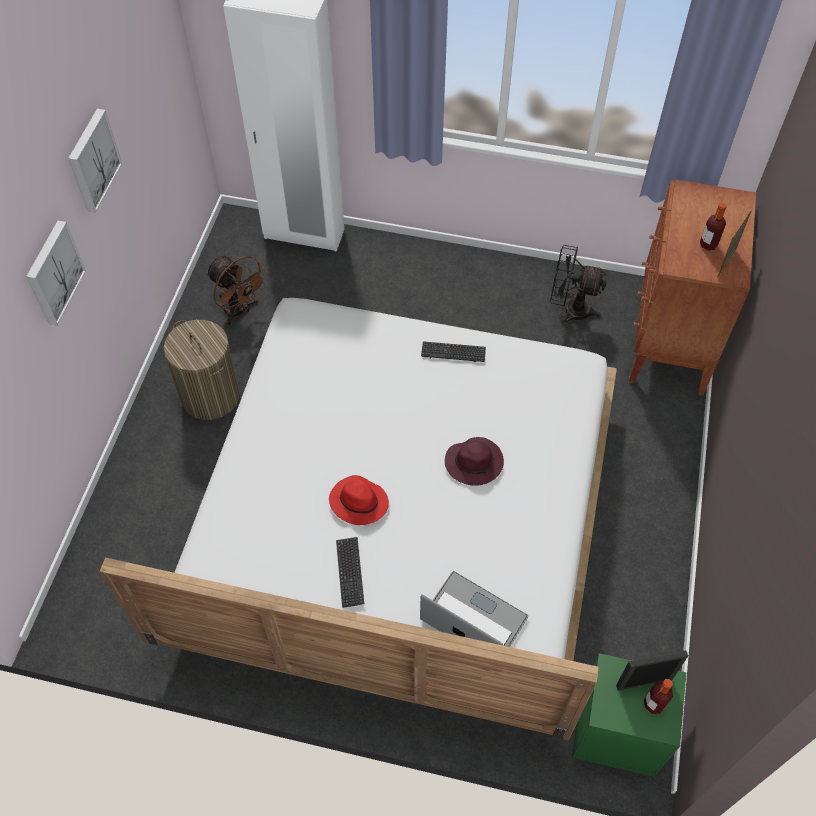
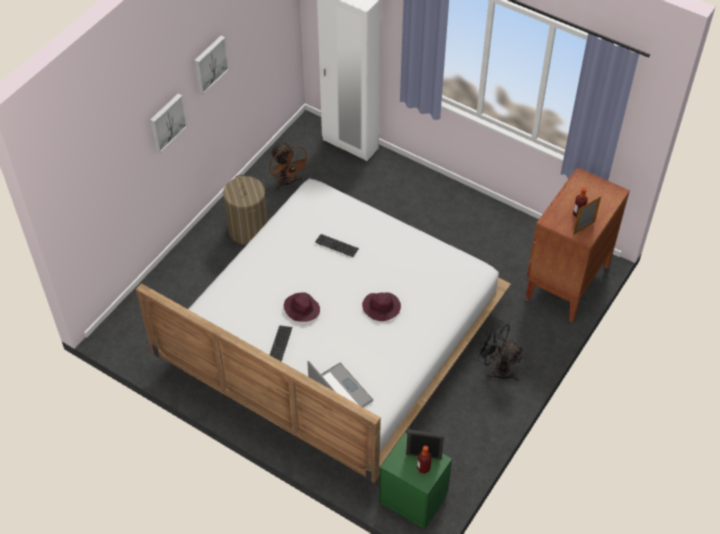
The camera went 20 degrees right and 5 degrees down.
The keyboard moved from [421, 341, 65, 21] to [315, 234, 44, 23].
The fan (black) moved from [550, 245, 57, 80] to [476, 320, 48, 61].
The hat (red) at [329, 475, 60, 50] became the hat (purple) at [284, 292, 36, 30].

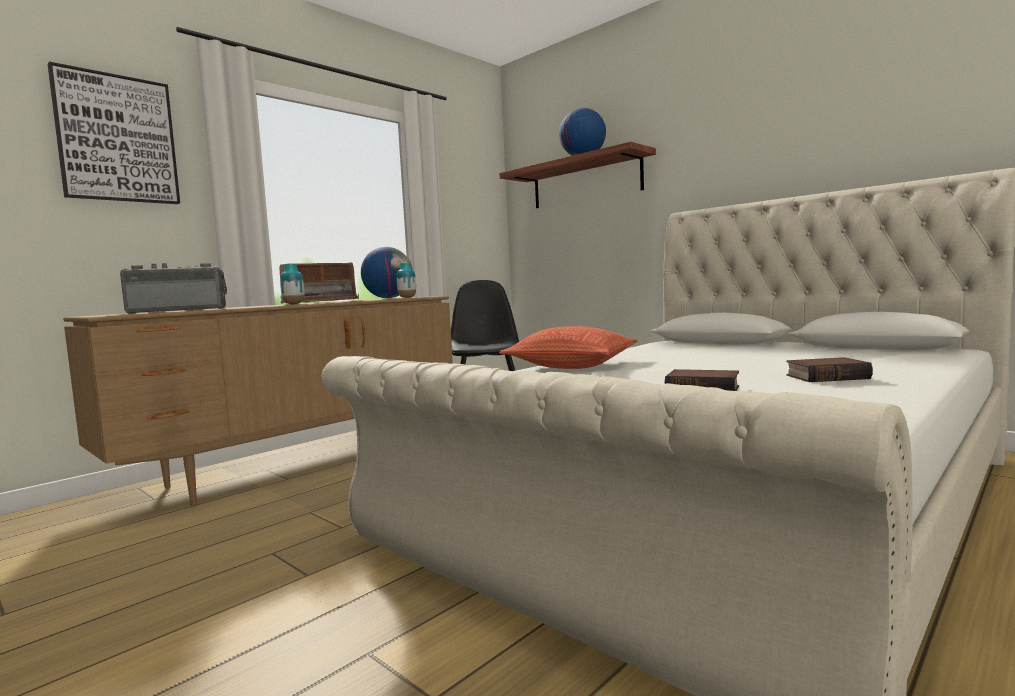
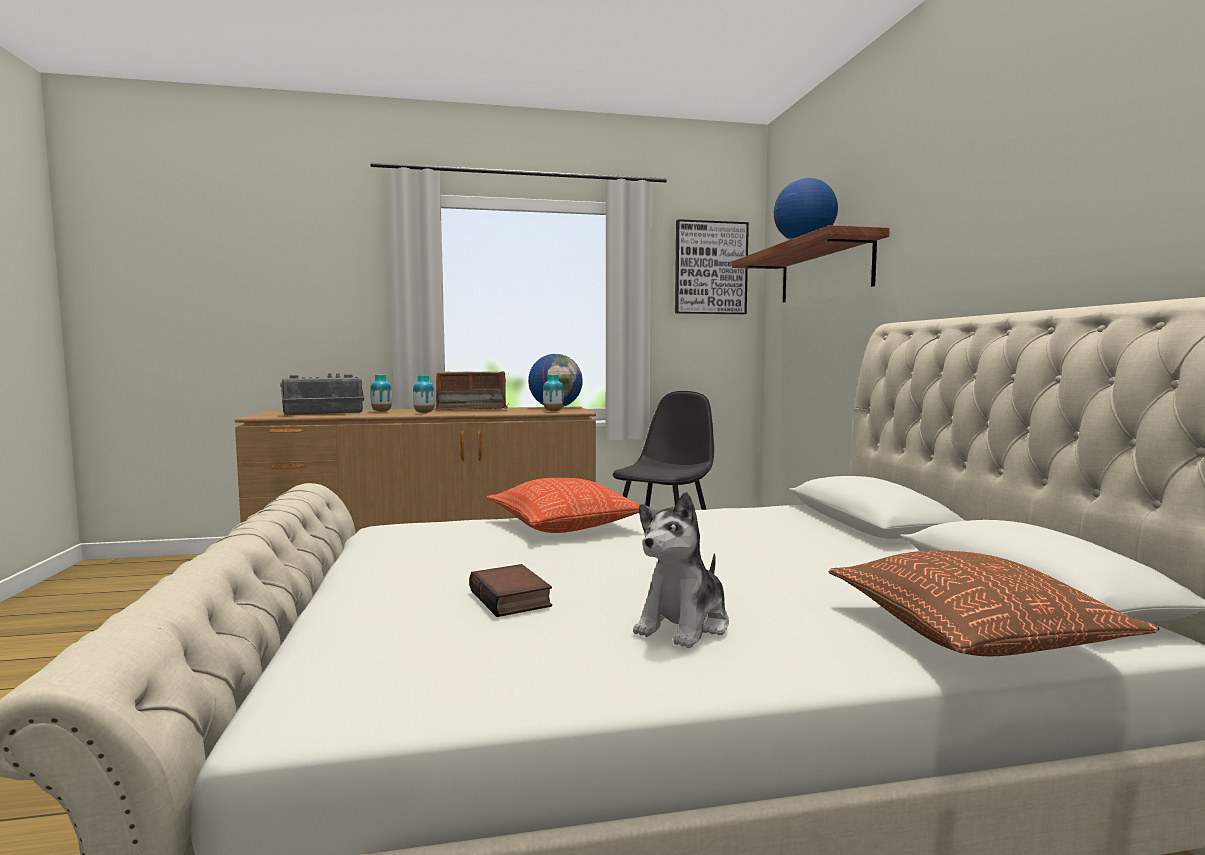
The camera went 35 degrees right and 0 degrees up.
The vase at [370, 374, 22, 38] appeared.
The pillow (brown) at [829, 550, 331, 106] appeared.
The picture moved from [48, 62, 132, 142] to [675, 219, 74, 95].
The book at [786, 357, 87, 25] was replaced by the plush toy at [633, 492, 96, 156].
The radio at [120, 263, 107, 51] turned 135 degrees clockwise.

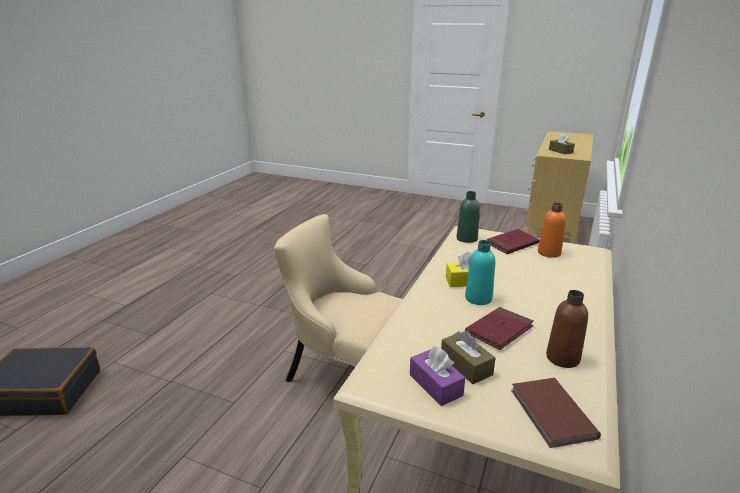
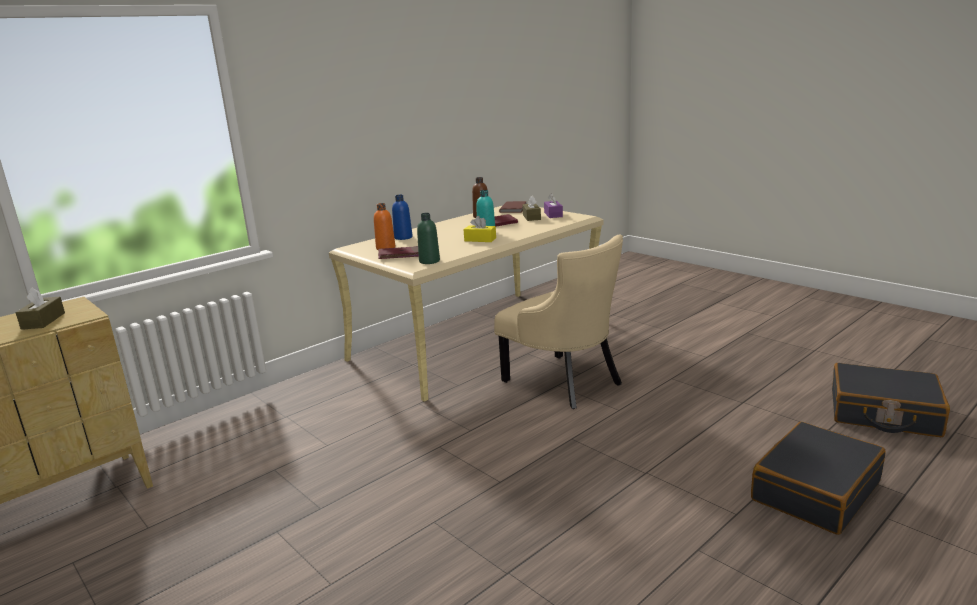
The camera went 155 degrees left and 5 degrees down.
The bottle (blue) at [392, 195, 21, 45] appeared.
The suitcase (black) at [751, 422, 134, 113] appeared.

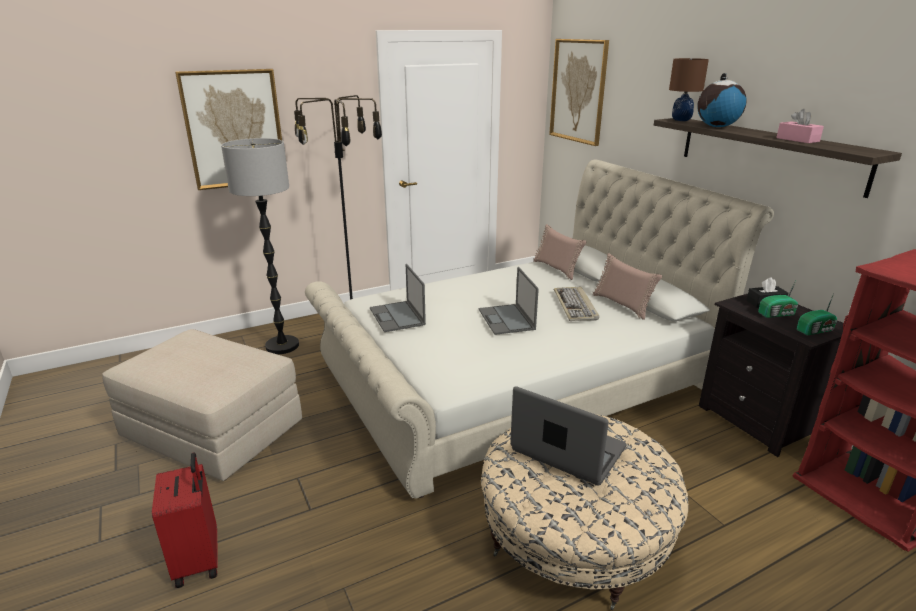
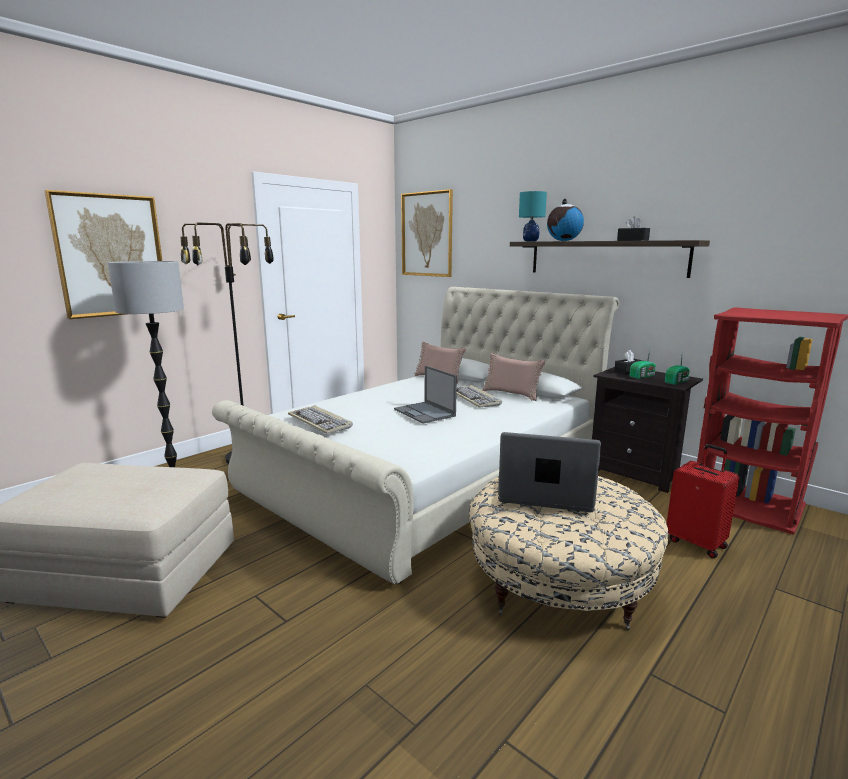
The camera went 20 degrees left and 10 degrees down.
The suitcase (red) moved from [152, 452, 66, 136] to [667, 444, 72, 114].
The laptop at [370, 264, 56, 68] was replaced by the keyboard at [288, 405, 65, 29].
The table lamp (brown) at [669, 58, 40, 63] became the table lamp (turquoise) at [519, 191, 28, 50].
The tissue box (pink) at [776, 109, 48, 34] became the tissue box (black) at [617, 216, 33, 25].

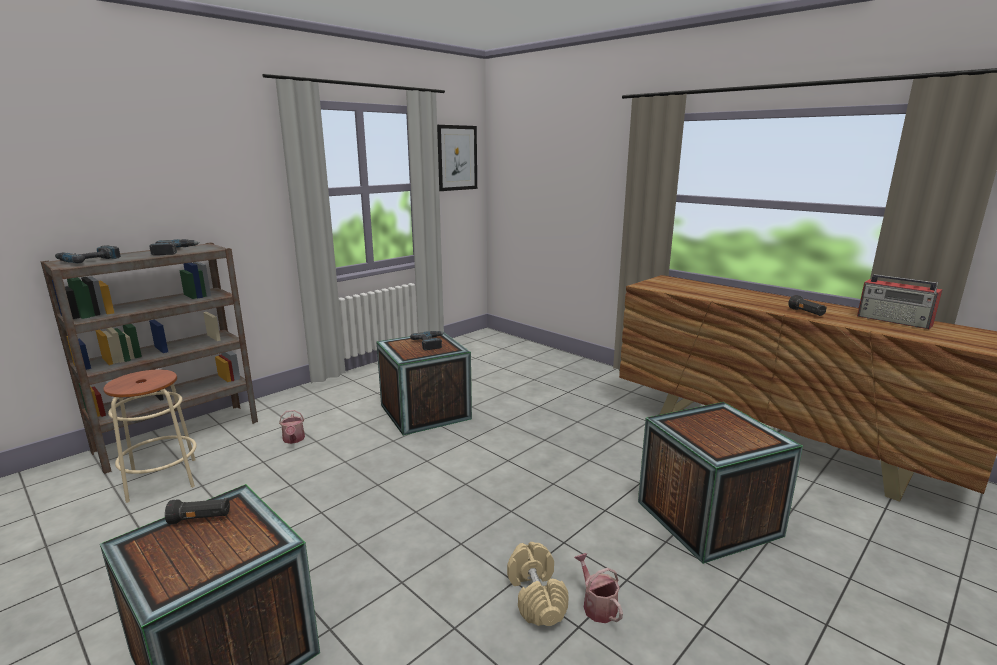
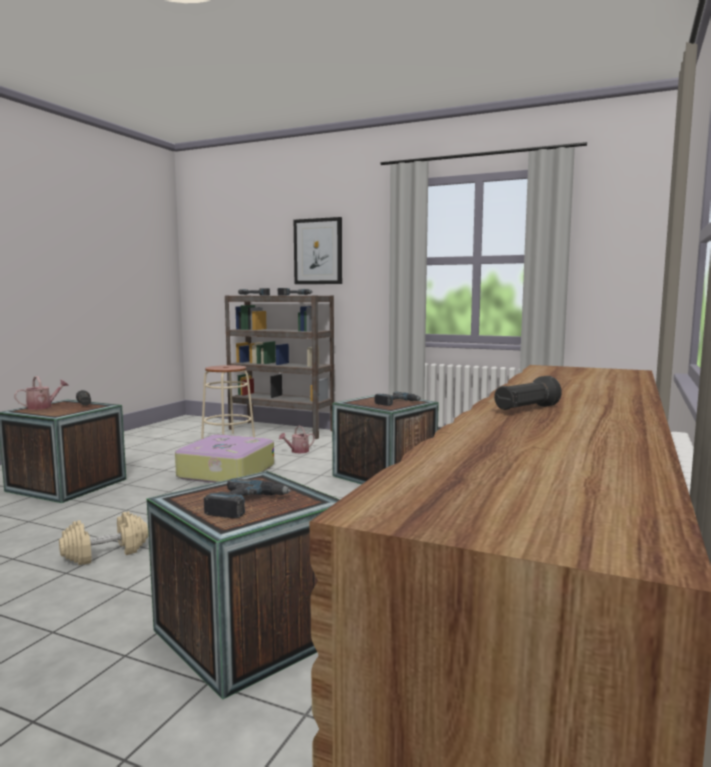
The camera went 70 degrees right and 10 degrees down.
The radio at [857, 274, 86, 56] disappeared.
The suitcase at [175, 434, 99, 49] appeared.
The power drill at [204, 478, 87, 41] appeared.
The picture moved from [437, 125, 40, 66] to [294, 217, 48, 67].
The watering can moved from [574, 553, 49, 70] to [14, 376, 55, 34].

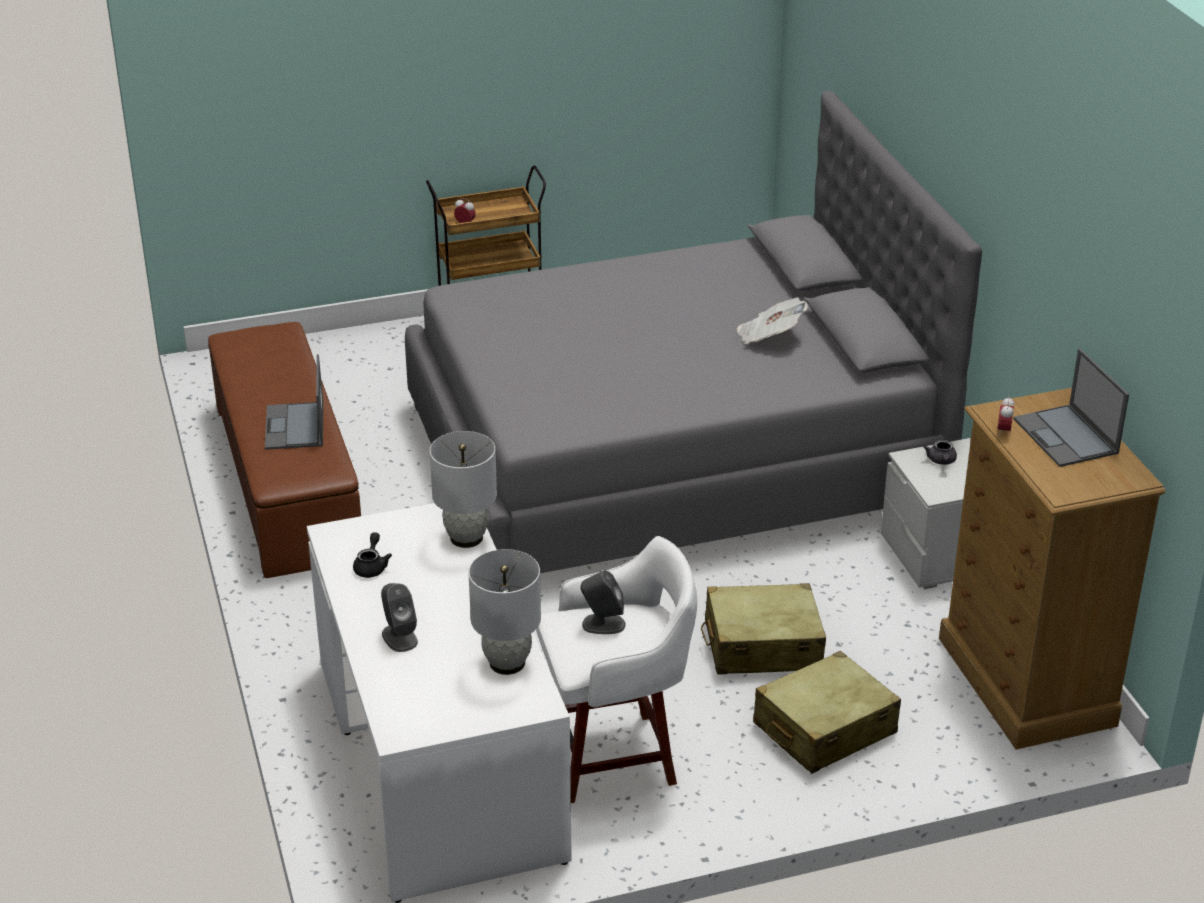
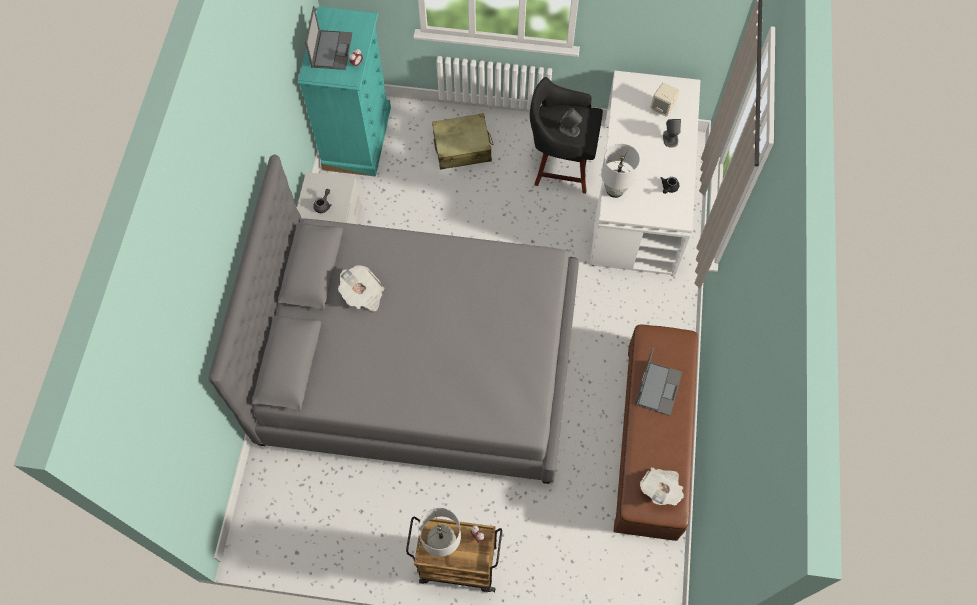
The camera went 155 degrees left and 30 degrees up.
The suitcase (beige) at [701, 583, 125, 92] disappeared.
The newspaper at [640, 468, 44, 38] appeared.
The speaker (beige) at [650, 83, 30, 34] appeared.
The table lamp (white) moved from [468, 549, 73, 126] to [418, 508, 43, 49].
The stool (white) at [536, 536, 161, 267] became the stool (black) at [530, 77, 73, 117].
The dresser (brown) at [939, 388, 226, 362] became the dresser (turquoise) at [298, 6, 93, 171].

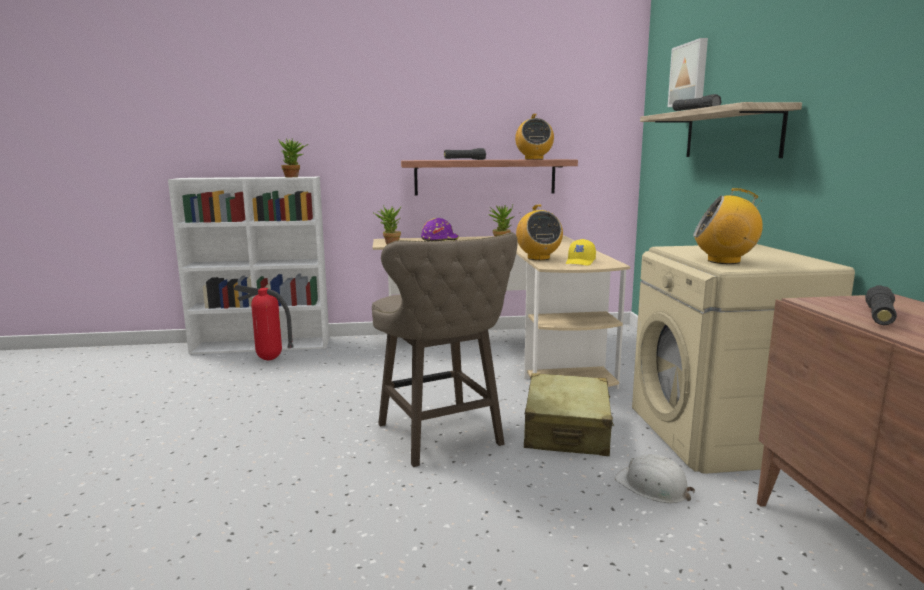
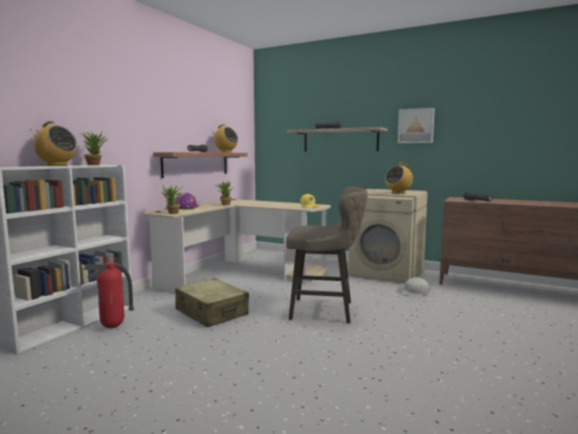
The camera went 55 degrees left and 5 degrees down.
The radio moved from [516, 205, 47, 55] to [30, 121, 47, 45].
The suitcase (beige) moved from [524, 373, 90, 83] to [175, 278, 74, 49].
The picture moved from [668, 38, 40, 69] to [398, 108, 37, 35].

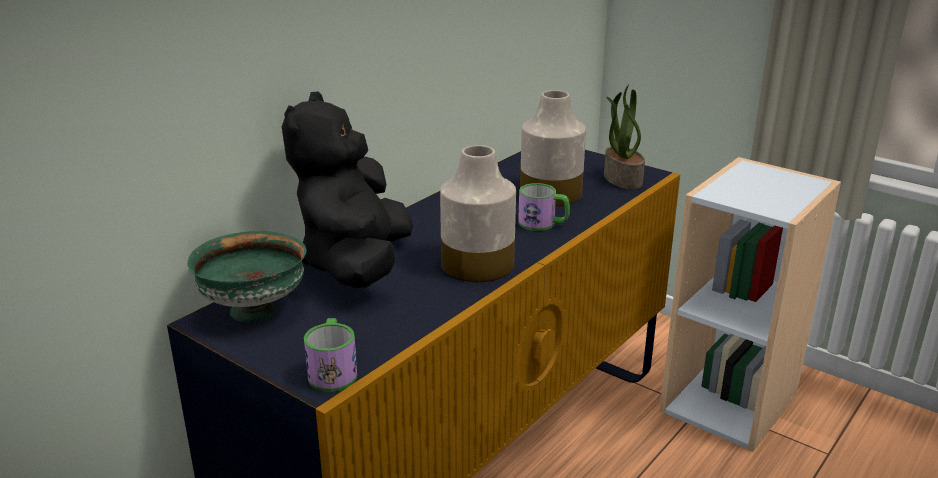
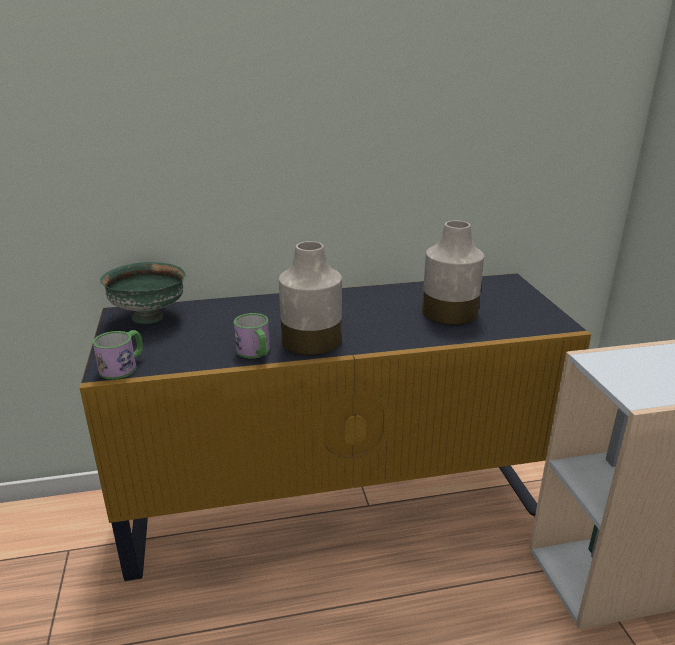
The camera went 40 degrees right and 0 degrees up.
The plush toy (black) at [282, 91, 131, 197] disappeared.
The potted plant at [604, 84, 41, 105] disappeared.
The mug moved from [518, 183, 52, 48] to [234, 313, 36, 45].

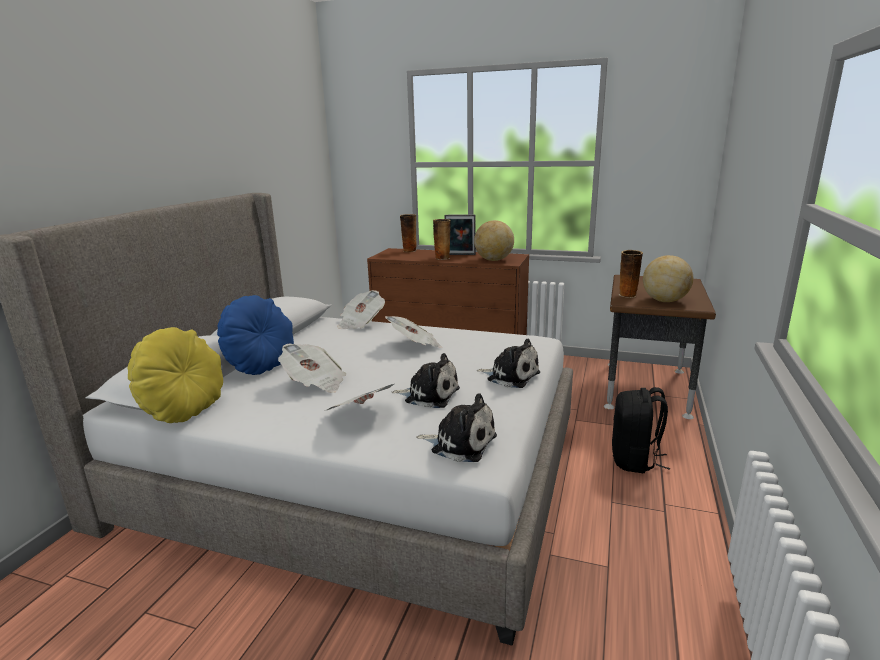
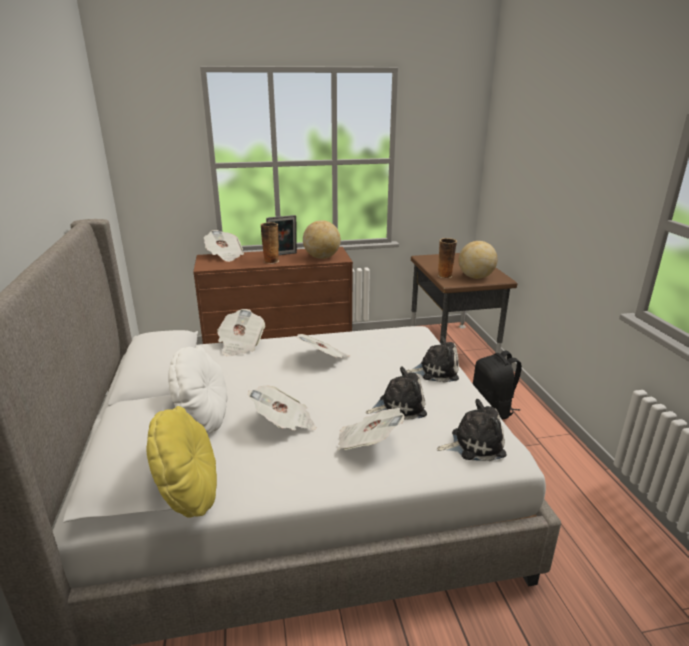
The camera went 30 degrees left and 5 degrees up.
The vase at [400, 214, 17, 38] was replaced by the newspaper at [204, 230, 40, 32].
The pillow (blue) at [217, 295, 77, 80] became the pillow (white) at [168, 346, 59, 88].

